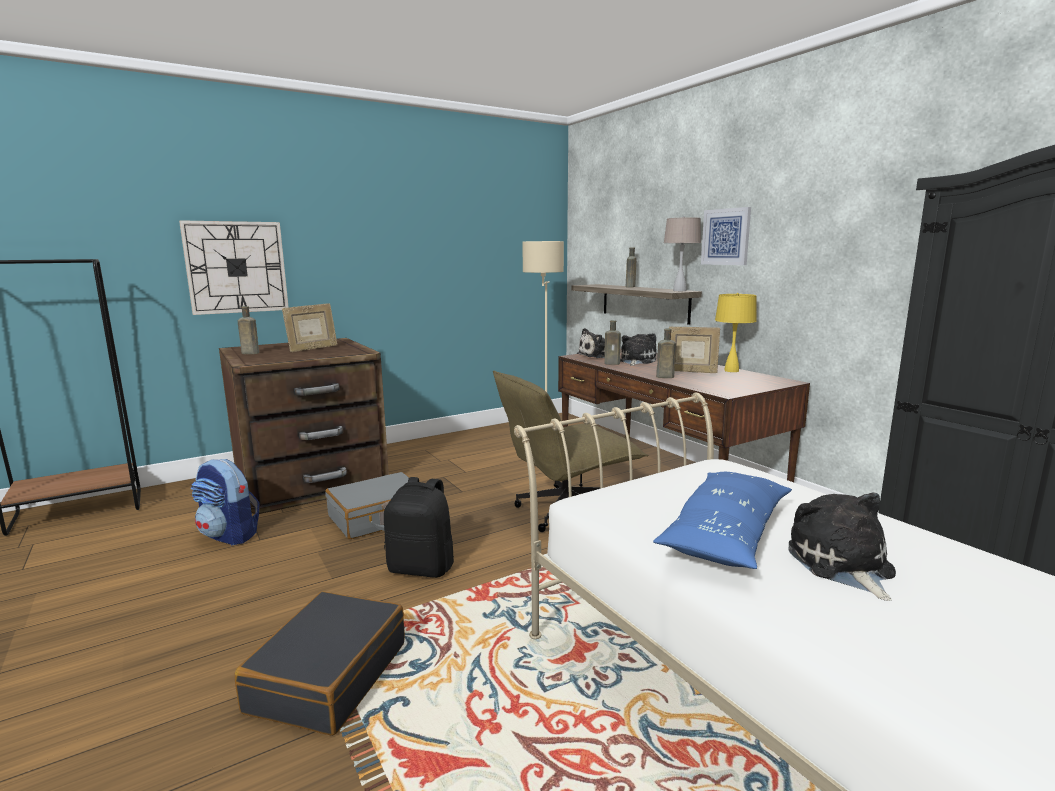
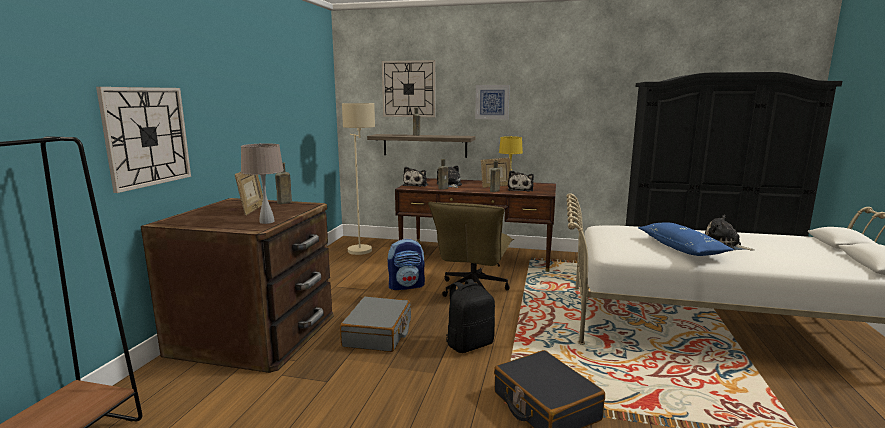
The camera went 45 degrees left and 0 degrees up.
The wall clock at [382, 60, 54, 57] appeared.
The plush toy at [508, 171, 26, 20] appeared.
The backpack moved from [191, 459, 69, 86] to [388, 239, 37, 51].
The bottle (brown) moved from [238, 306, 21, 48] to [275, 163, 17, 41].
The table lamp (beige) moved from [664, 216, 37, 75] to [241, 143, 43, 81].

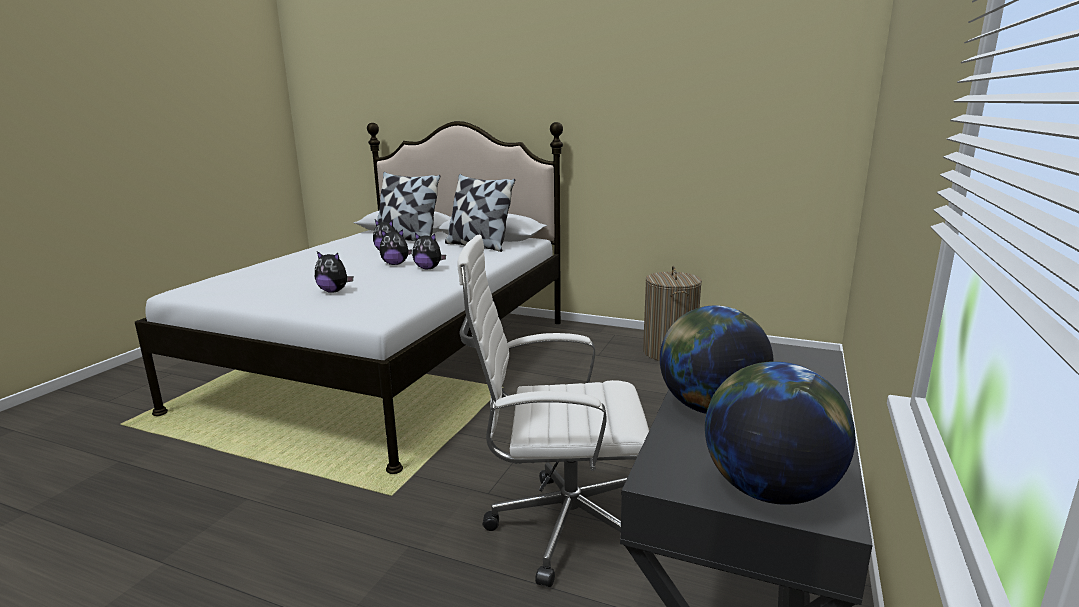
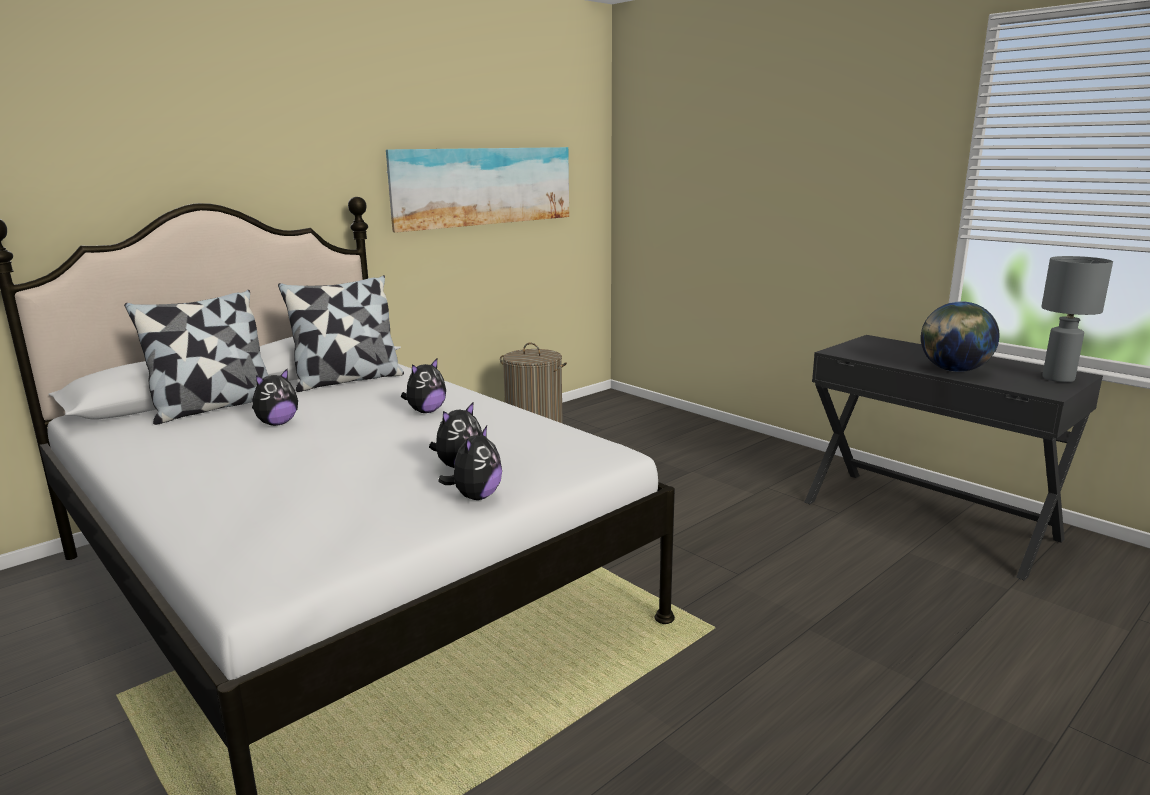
The camera went 65 degrees left and 0 degrees up.
The office chair (white) at [458, 235, 191, 352] disappeared.
The picture at [386, 147, 183, 86] appeared.
The plush toy moved from [380, 229, 32, 36] to [438, 426, 64, 74].
The globe at [705, 361, 150, 144] was replaced by the table lamp (grey) at [1041, 256, 72, 126].

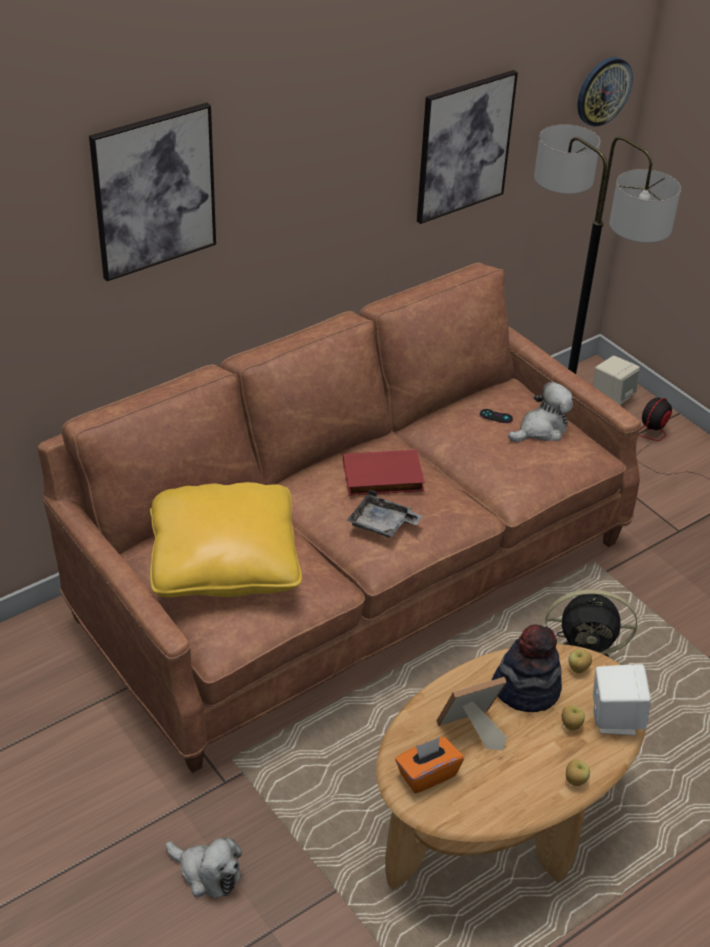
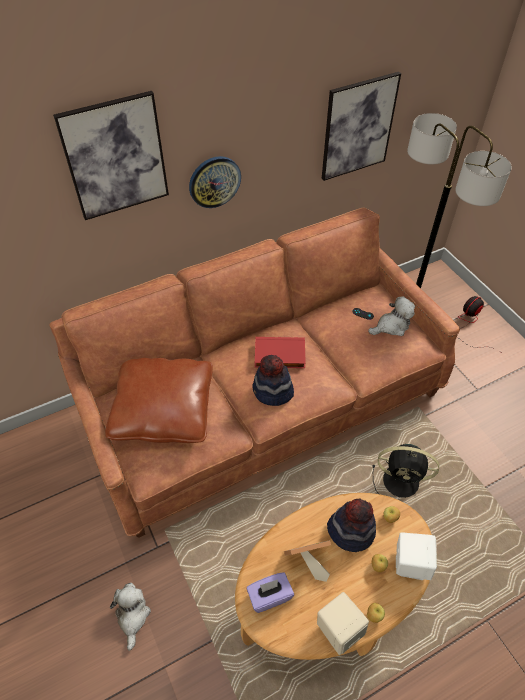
The camera went 10 degrees right and 10 degrees up.
The wall clock moved from [577, 57, 56, 70] to [189, 156, 52, 52].
The speaker (beige) moved from [593, 356, 47, 49] to [317, 592, 52, 63].
The tray (grey) at [347, 490, 76, 48] was replaced by the hat at [252, 355, 42, 51].
The pillow (yellow) at [150, 482, 152, 115] became the pillow (brown) at [105, 358, 108, 85].
The tissue box (orange) at [395, 737, 69, 56] became the tissue box (purple) at [247, 572, 47, 41].
The plush toy at [166, 837, 76, 61] turned 135 degrees counterclockwise.

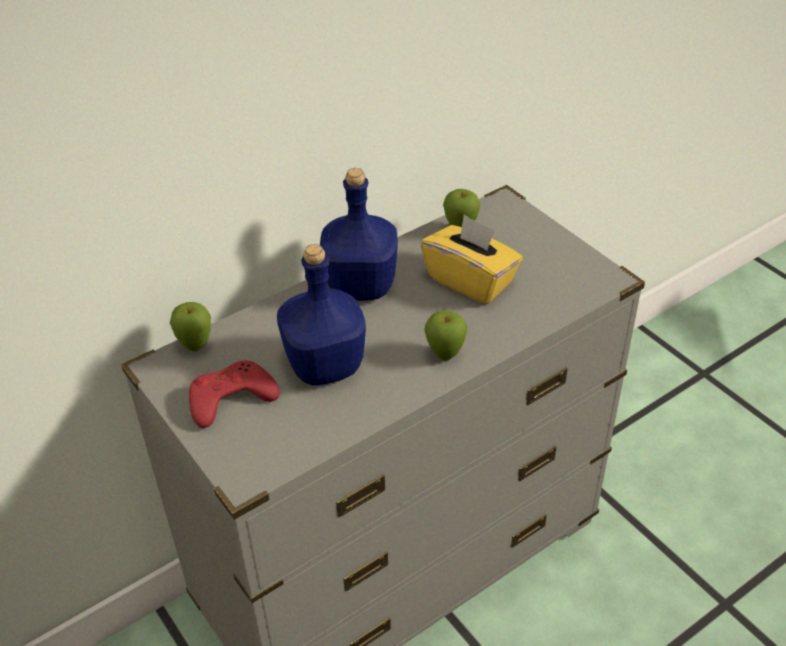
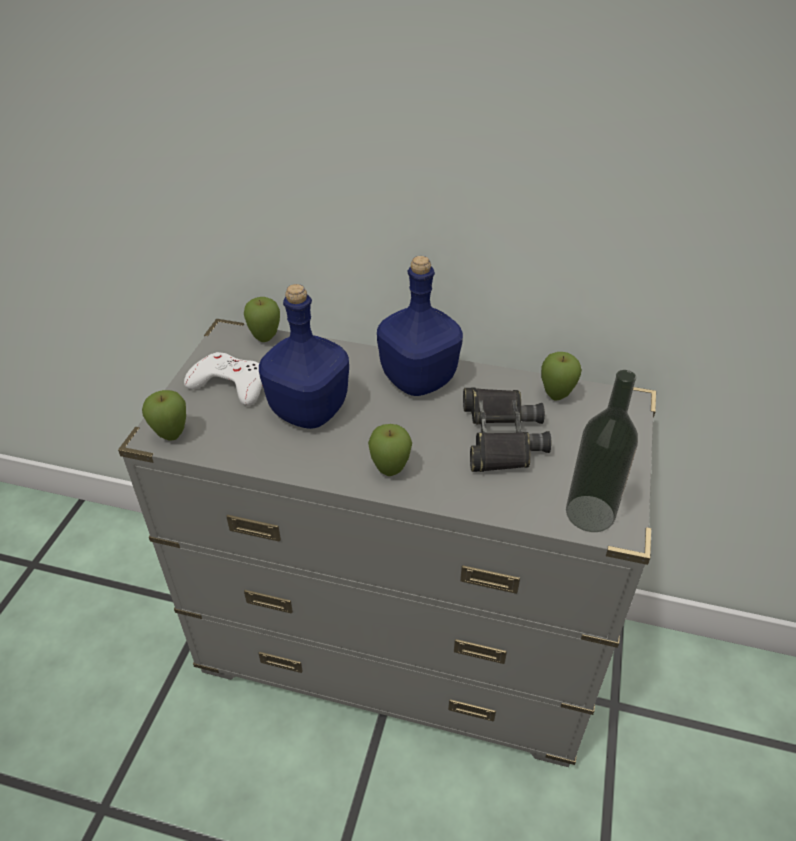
The camera went 50 degrees right and 0 degrees up.
The apple at [142, 390, 44, 51] appeared.
The bottle at [566, 370, 72, 162] appeared.
The tissue box (yellow) at [421, 214, 102, 90] was replaced by the binoculars (black) at [463, 387, 88, 85].
The game controller (red) at [189, 361, 91, 67] became the game controller (white) at [184, 352, 78, 54].

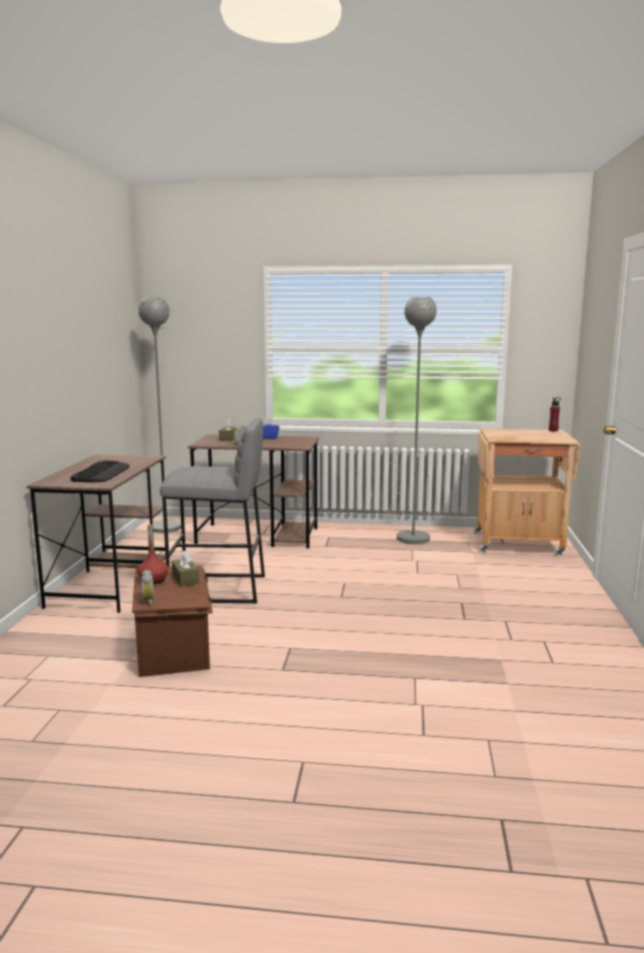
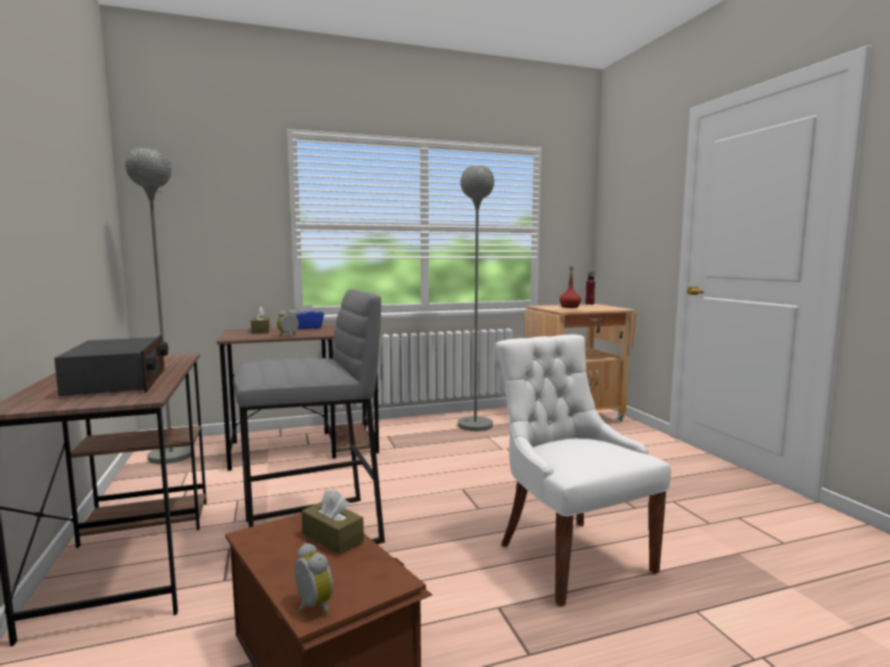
The camera went 25 degrees left and 5 degrees down.
The chair (white) at [496, 334, 175, 273] appeared.
The bottle (red) moved from [137, 524, 31, 60] to [559, 266, 22, 42].
The keyboard at [70, 460, 60, 22] was replaced by the radio at [54, 335, 114, 61].

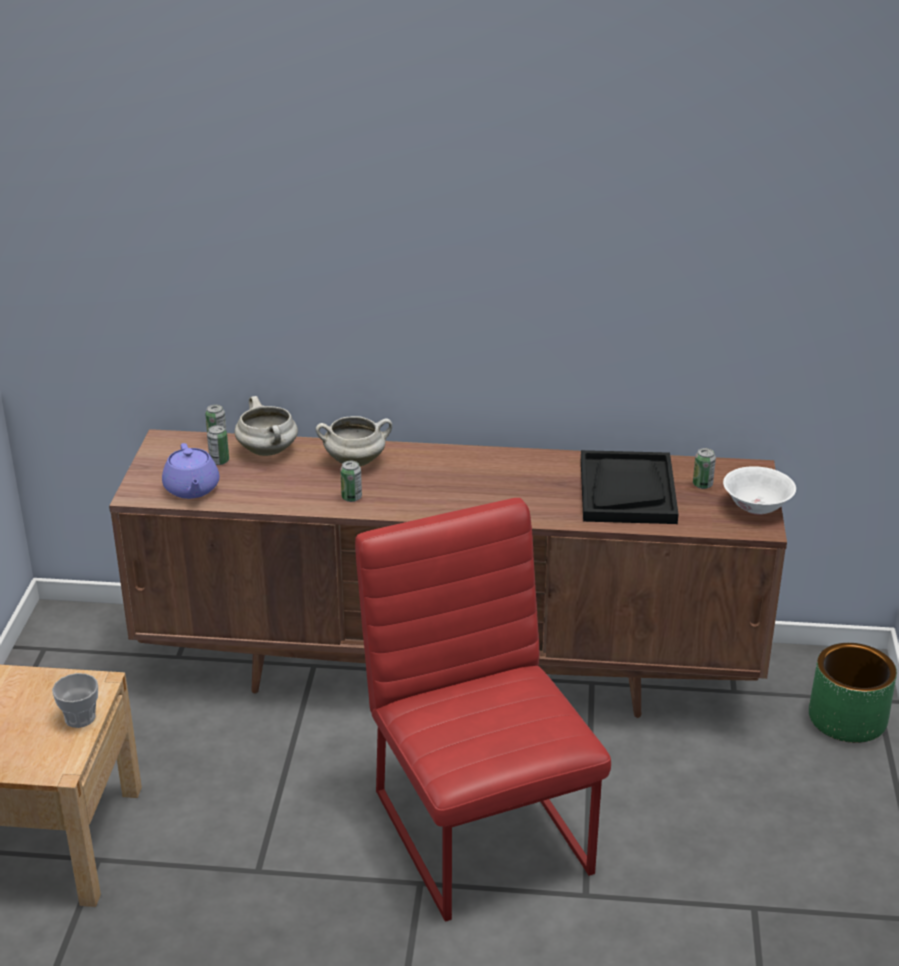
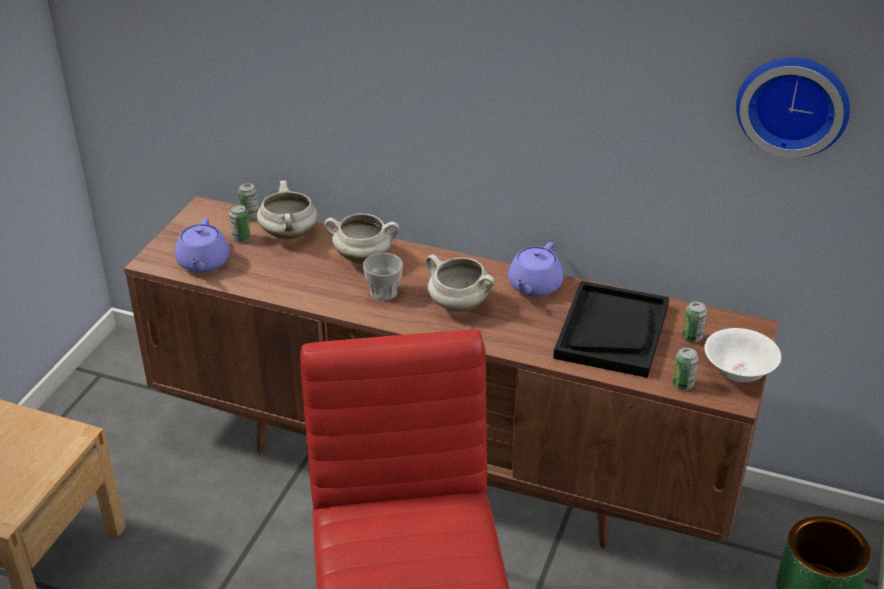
The camera went 15 degrees right and 5 degrees up.
The cooking pot (white) at [426, 254, 69, 58] appeared.
The teapot (purple) at [508, 242, 55, 55] appeared.
The wall clock at [736, 57, 114, 101] appeared.
The cup moved from [52, 673, 46, 55] to [363, 253, 40, 48].
The can moved from [340, 461, 22, 41] to [672, 347, 26, 43].

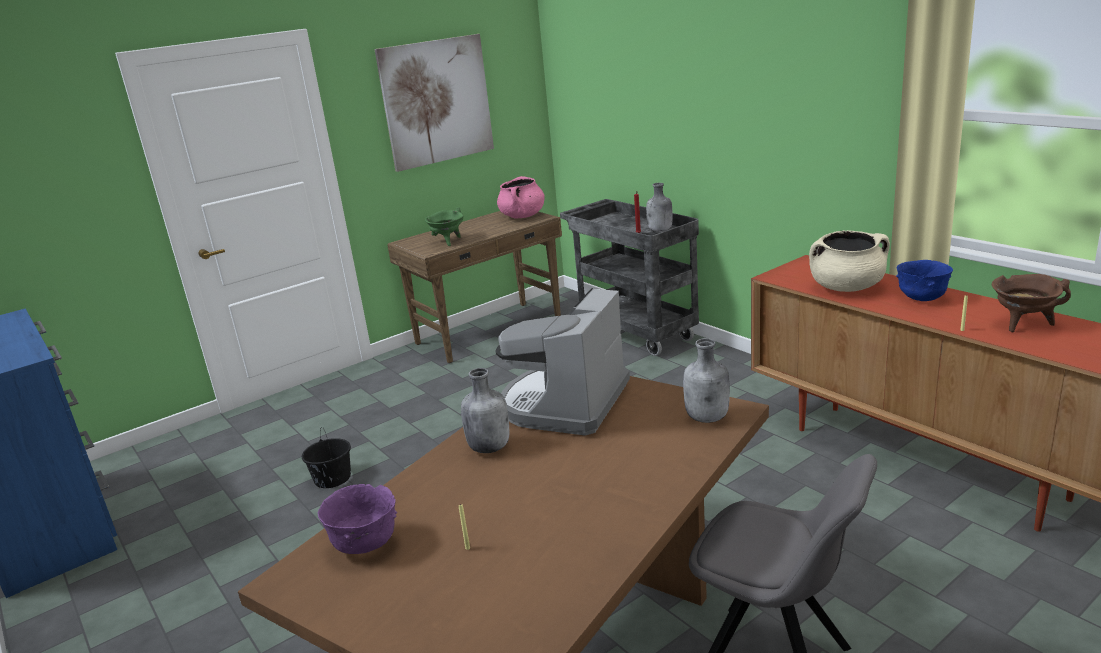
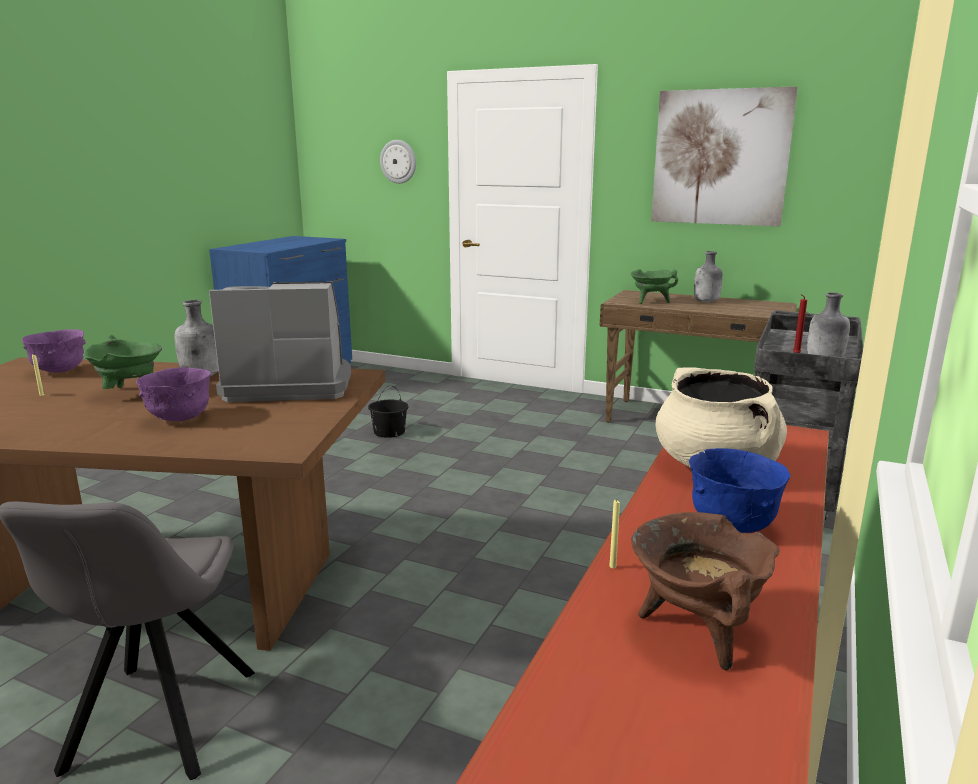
The camera went 60 degrees right and 5 degrees down.
The cooking pot (pink) at [497, 176, 48, 43] disappeared.
The cooking pot (green) at [83, 335, 79, 54] appeared.
The bowl (purple) at [136, 367, 75, 54] appeared.
The wall clock at [380, 140, 36, 44] appeared.
The bottle (grey) moved from [683, 338, 47, 85] to [694, 251, 29, 52].

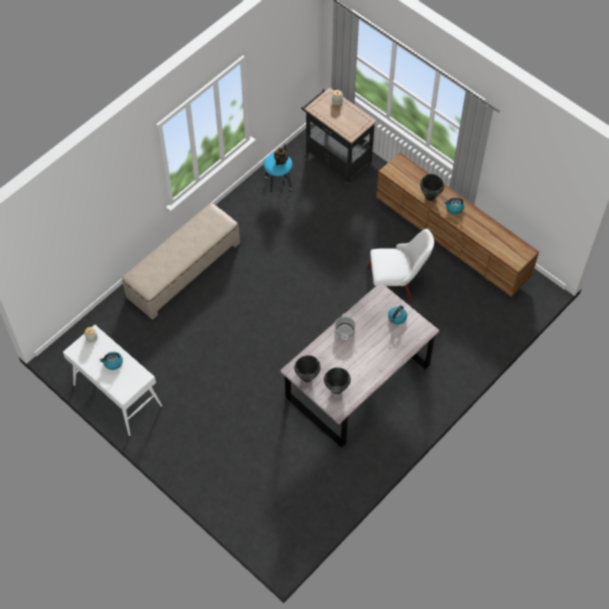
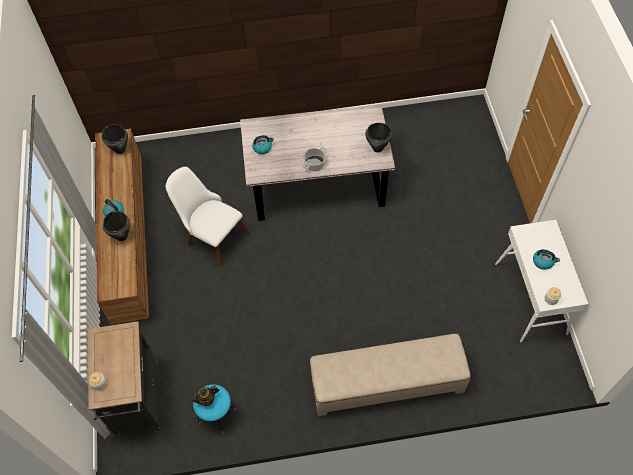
The camera went 140 degrees left and 0 degrees up.
The cooking pot (black) moved from [324, 367, 27, 27] to [102, 124, 26, 30].

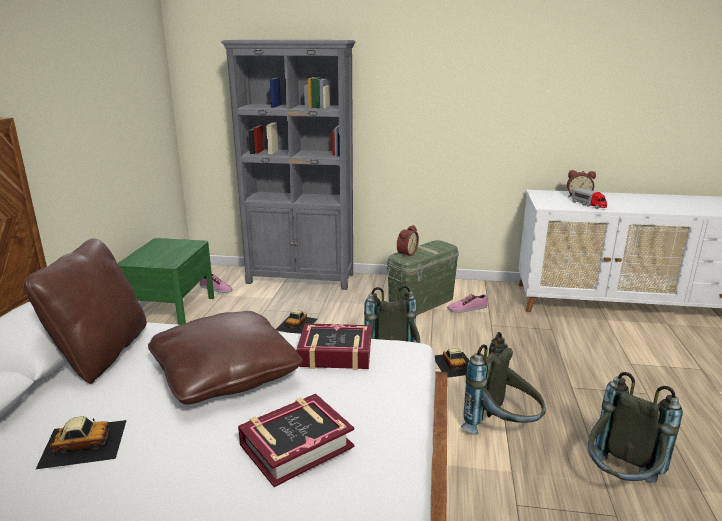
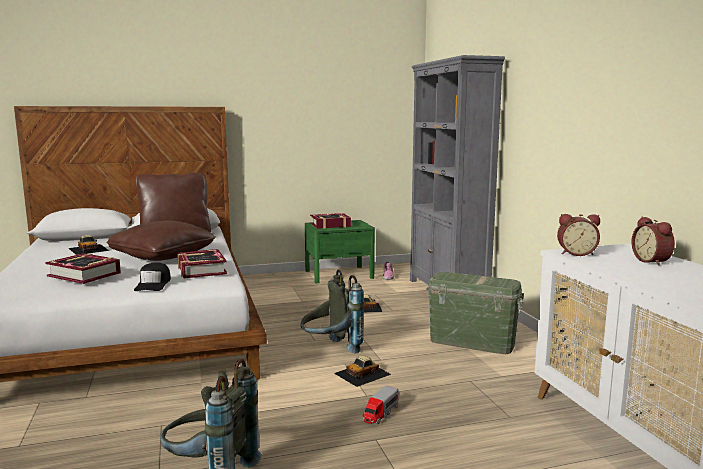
The camera went 65 degrees right and 10 degrees down.
The shoe at [447, 294, 41, 18] disappeared.
The backpack (grey) at [461, 332, 85, 102] disappeared.
The cap (black) at [134, 262, 37, 29] appeared.
The book at [310, 213, 41, 16] appeared.
The alarm clock moved from [397, 225, 22, 32] to [557, 214, 43, 42].
The toy truck moved from [572, 188, 35, 21] to [362, 386, 37, 38].

